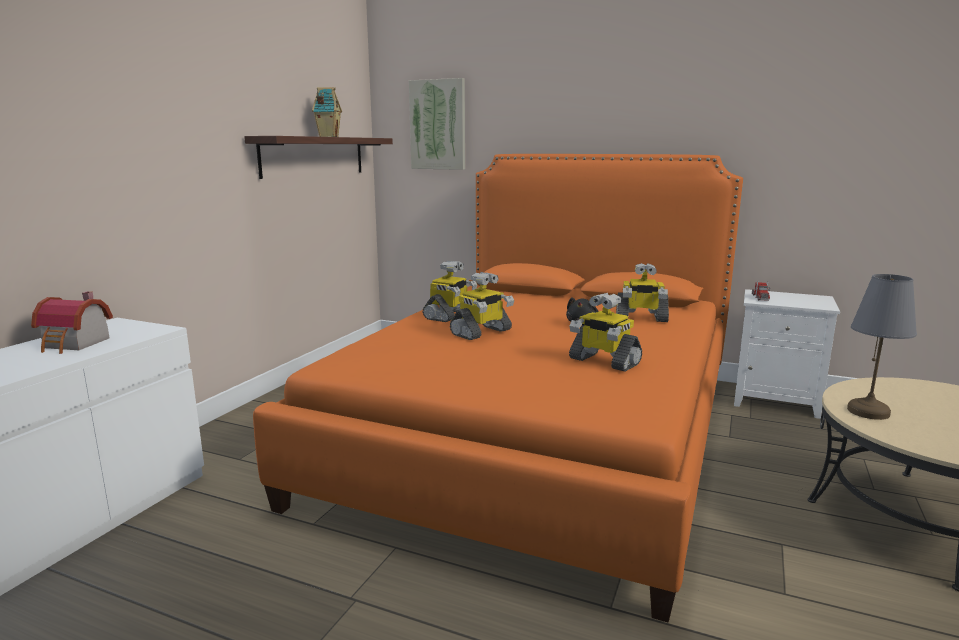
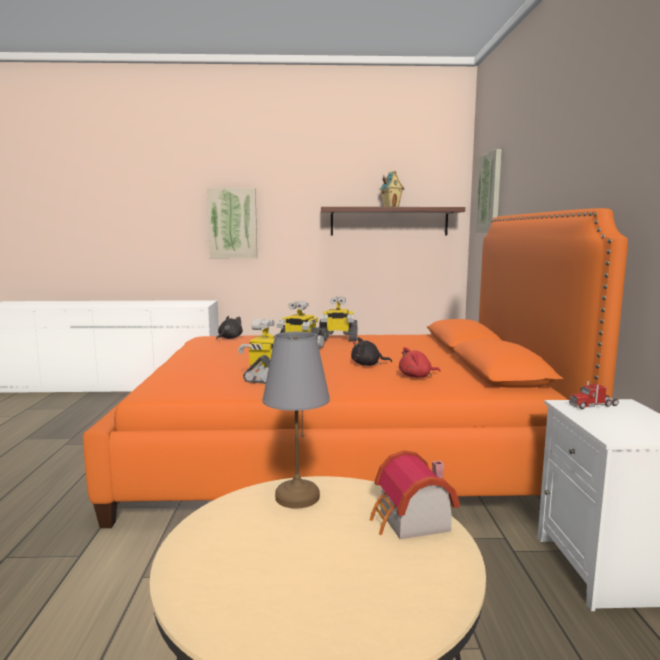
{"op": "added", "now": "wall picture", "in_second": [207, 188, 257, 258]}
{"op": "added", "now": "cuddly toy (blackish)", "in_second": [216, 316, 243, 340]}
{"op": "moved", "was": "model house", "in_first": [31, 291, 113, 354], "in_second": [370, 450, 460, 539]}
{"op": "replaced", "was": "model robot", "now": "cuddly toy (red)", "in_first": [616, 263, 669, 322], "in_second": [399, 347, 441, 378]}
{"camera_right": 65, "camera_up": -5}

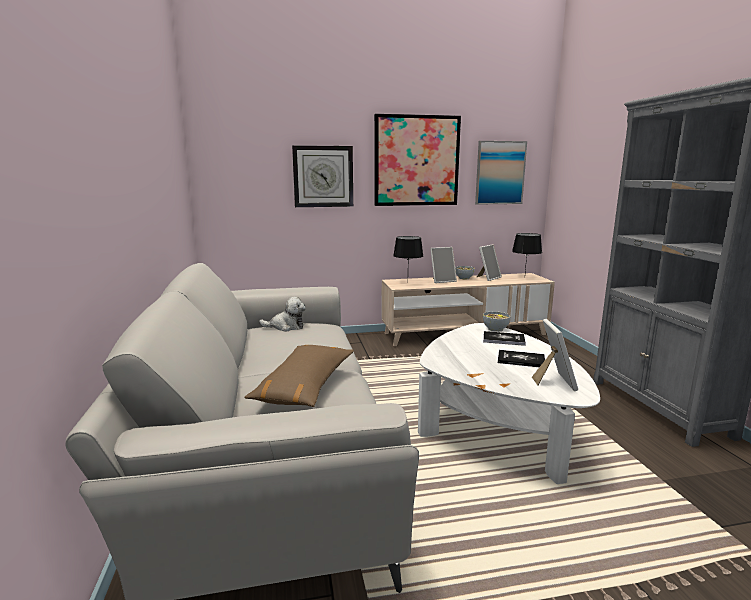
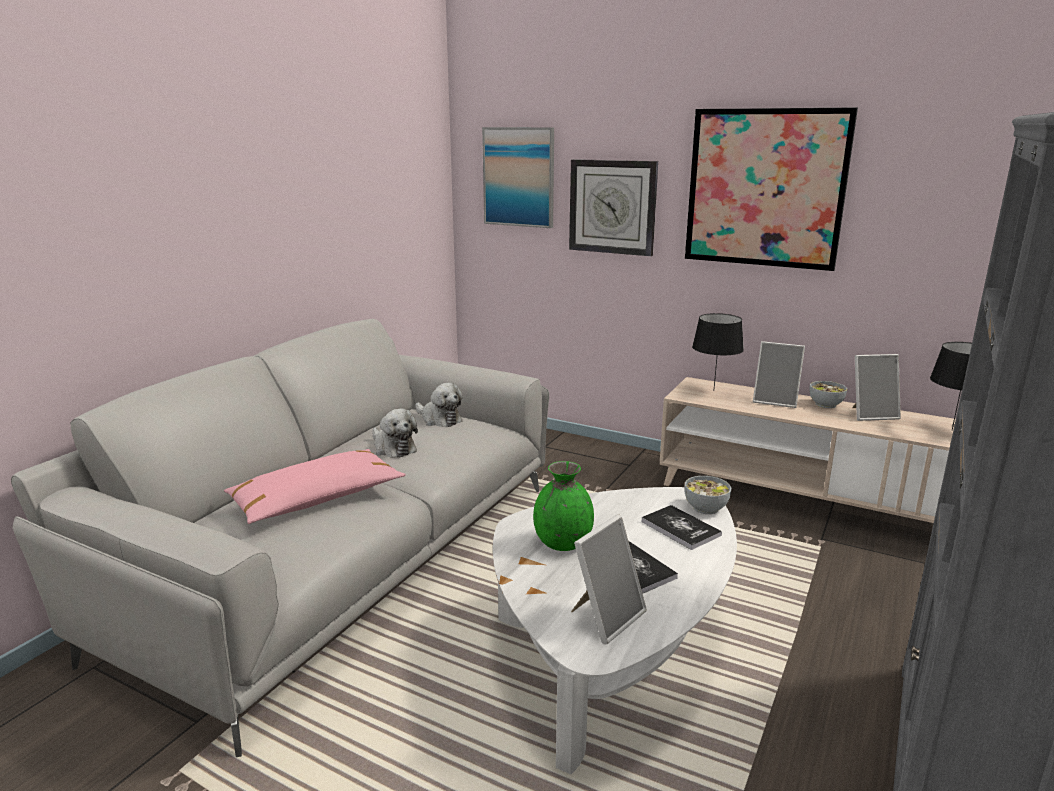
{"op": "added", "now": "cuddly toy", "in_second": [372, 408, 418, 458]}
{"op": "added", "now": "vase (green-coloured)", "in_second": [533, 461, 594, 551]}
{"op": "moved", "was": "wall picture", "in_first": [475, 141, 527, 205], "in_second": [482, 127, 554, 228]}
{"op": "recoloured", "was": "throw pillow (brownish)", "now": "throw pillow (pink-coloured)", "in_first": [244, 345, 354, 407], "in_second": [224, 449, 405, 524]}
{"camera_right": 40, "camera_up": 5}

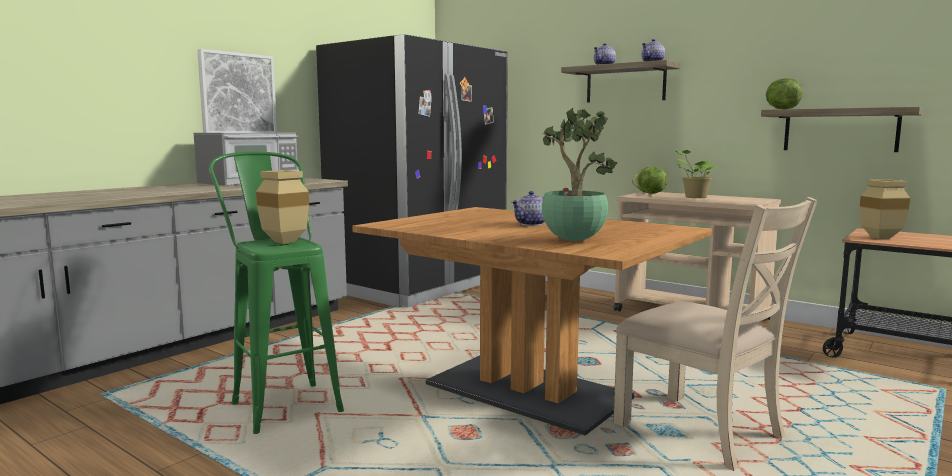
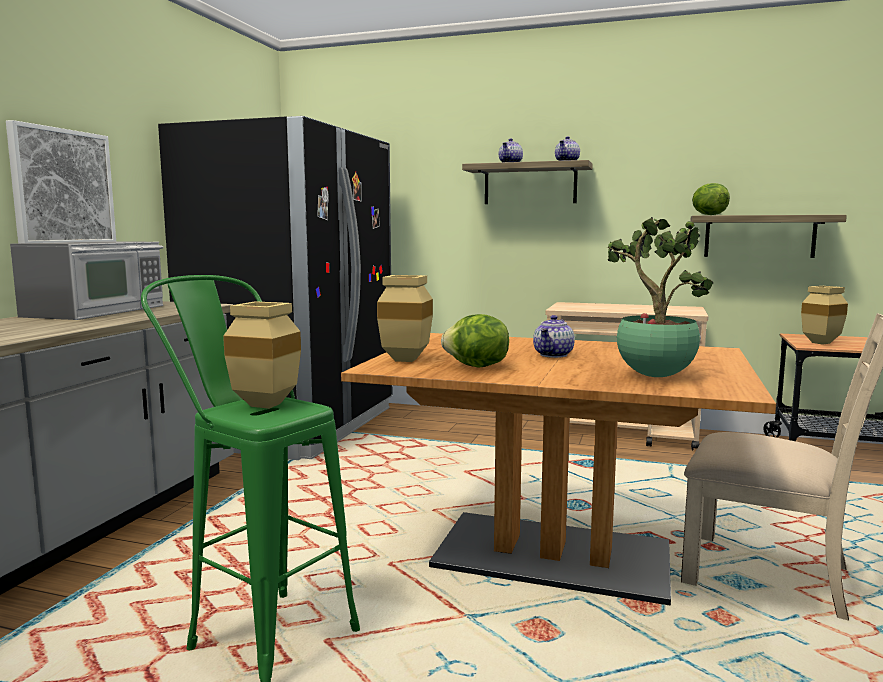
{"op": "removed", "was": "plant in a pot", "in_first": [675, 150, 717, 198]}
{"op": "added", "now": "vase (beige-coloured)", "in_second": [377, 275, 433, 362]}
{"op": "moved", "was": "lettuce", "in_first": [632, 167, 667, 194], "in_second": [441, 314, 509, 368]}
{"camera_right": -20, "camera_up": 0}

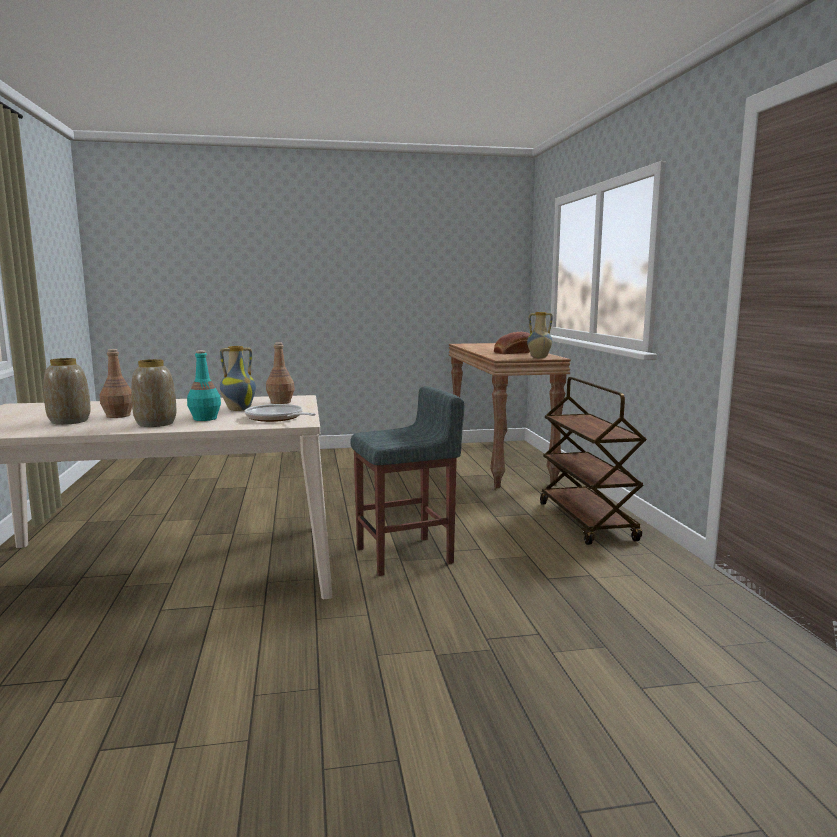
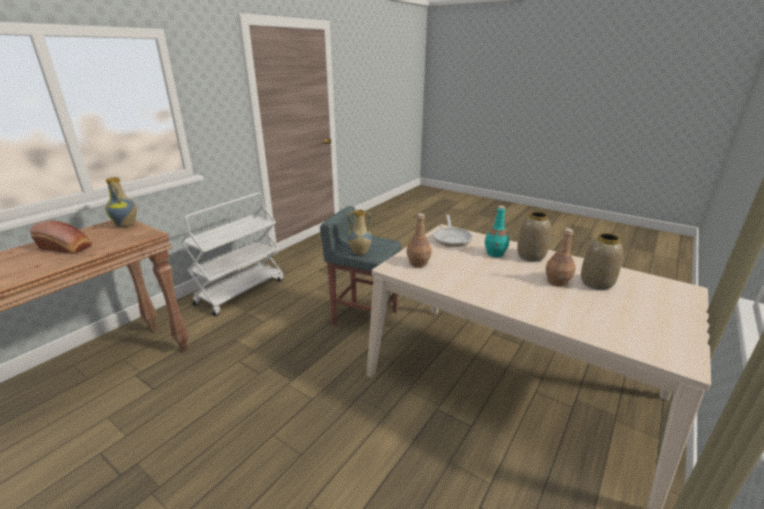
{"op": "moved", "was": "vase", "in_first": [220, 346, 256, 411], "in_second": [348, 210, 372, 255]}
{"op": "recoloured", "was": "trolley (brownish)", "now": "trolley (white)", "in_first": [540, 377, 647, 545], "in_second": [181, 192, 283, 316]}
{"camera_right": -135, "camera_up": 15}

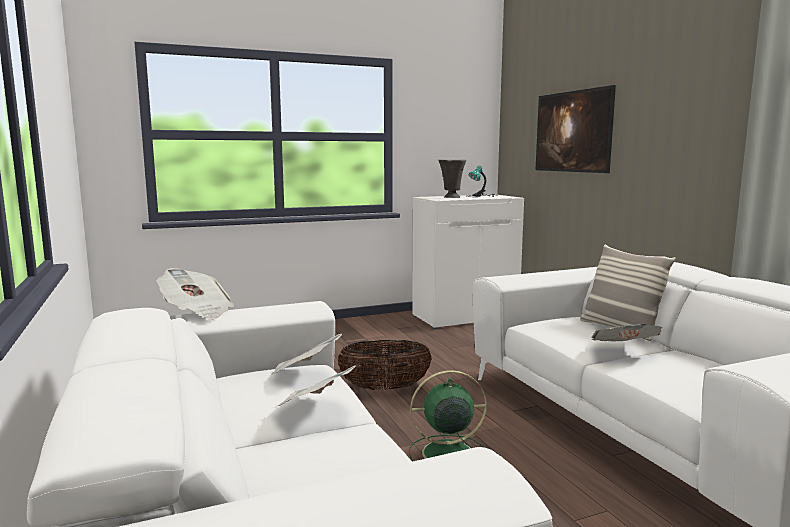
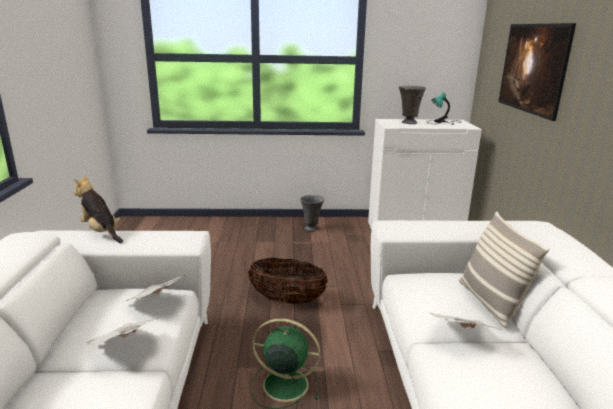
{"op": "added", "now": "vase (greyish)", "in_second": [300, 195, 324, 231]}
{"op": "replaced", "was": "daily paper", "now": "cuddly toy", "in_first": [156, 268, 234, 320], "in_second": [73, 176, 123, 243]}
{"camera_right": 20, "camera_up": 10}

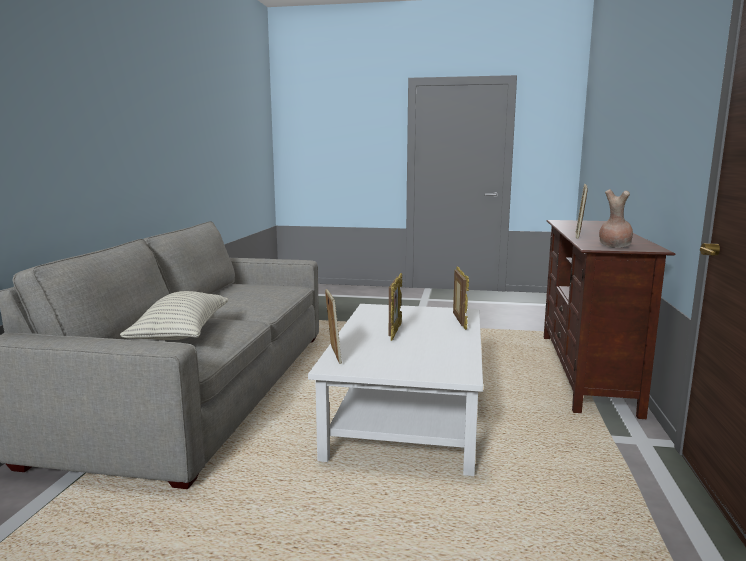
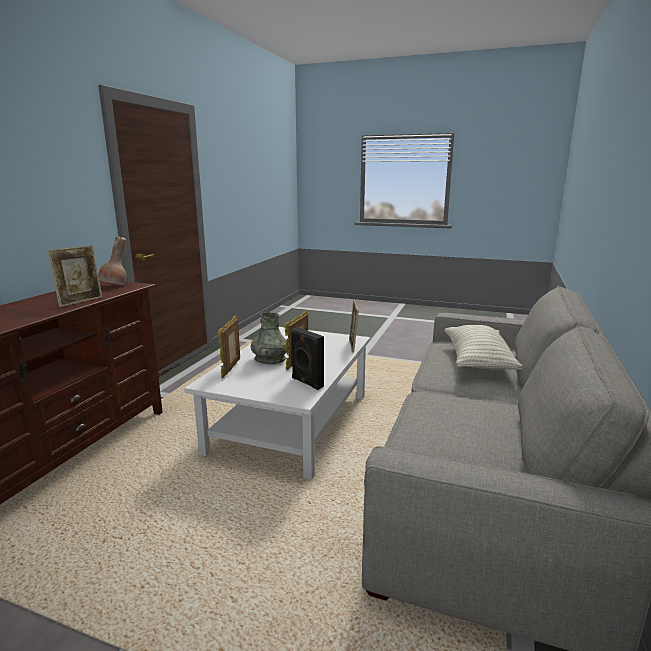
{"op": "added", "now": "vase (greyish)", "in_second": [251, 312, 287, 364]}
{"op": "added", "now": "audio speaker (blackish)", "in_second": [291, 327, 324, 390]}
{"camera_right": -170, "camera_up": 5}

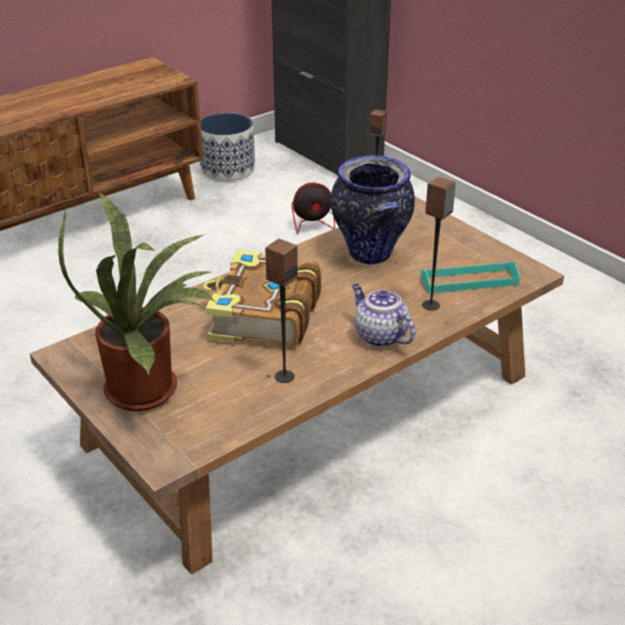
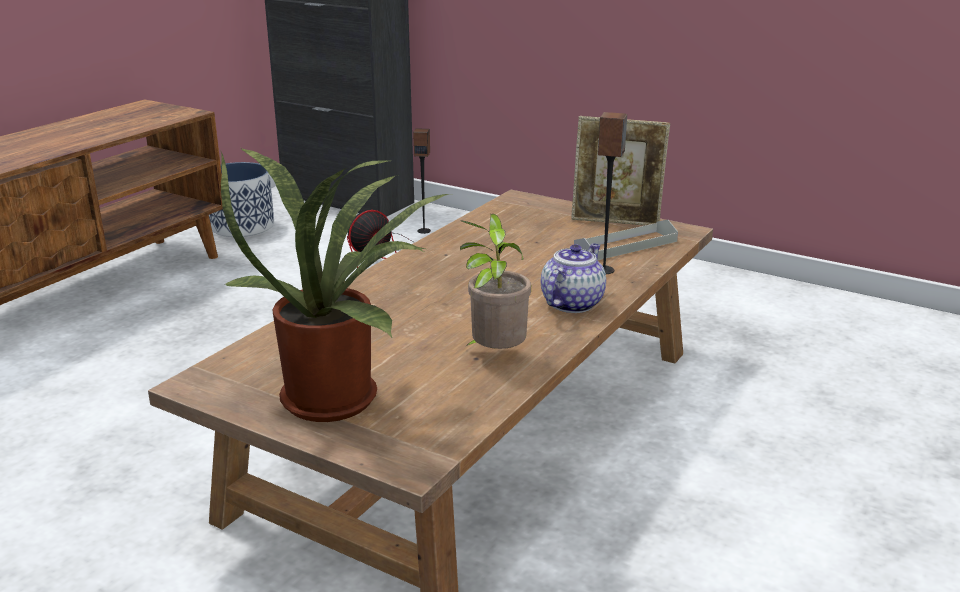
{"op": "removed", "was": "book", "in_first": [203, 250, 321, 349]}
{"op": "removed", "was": "vase", "in_first": [330, 155, 415, 265]}
{"op": "added", "now": "picture frame", "in_second": [571, 116, 670, 226]}
{"op": "replaced", "was": "audio speaker", "now": "plant in a pot", "in_first": [265, 239, 298, 383], "in_second": [460, 214, 531, 349]}
{"op": "recoloured", "was": "serving tray (blue-green)", "now": "serving tray (greyish)", "in_first": [421, 261, 520, 294], "in_second": [574, 220, 678, 260]}
{"op": "turned", "was": "teapot", "in_first": [352, 284, 416, 347], "in_second": [541, 244, 606, 313], "clockwise": 90}
{"camera_right": -20, "camera_up": -10}

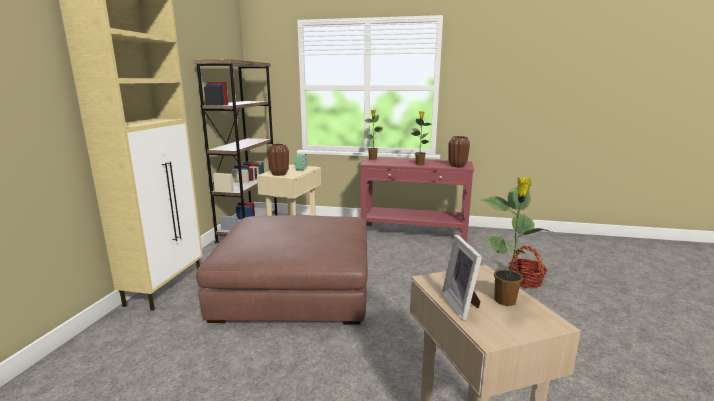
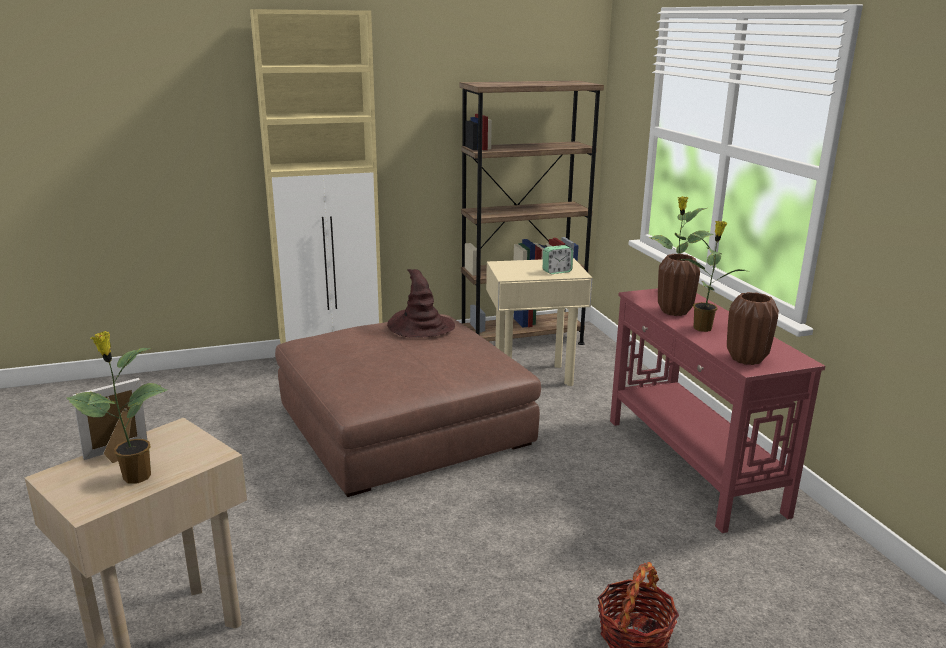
{"op": "added", "now": "wearable hat (brownish)", "in_second": [387, 269, 455, 338]}
{"op": "moved", "was": "vase (brownish)", "in_first": [267, 144, 289, 176], "in_second": [658, 254, 700, 316]}
{"camera_right": 60, "camera_up": 5}

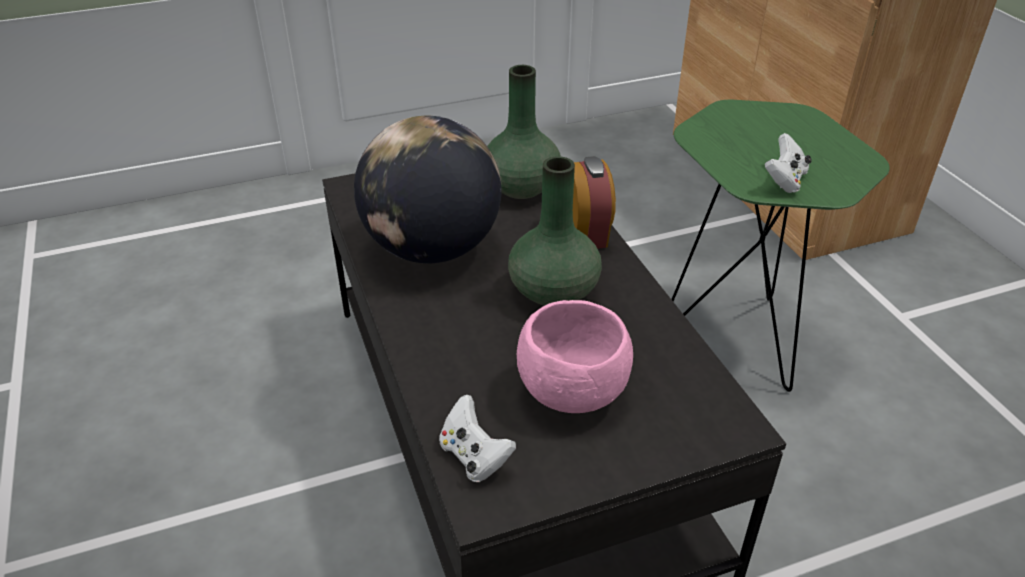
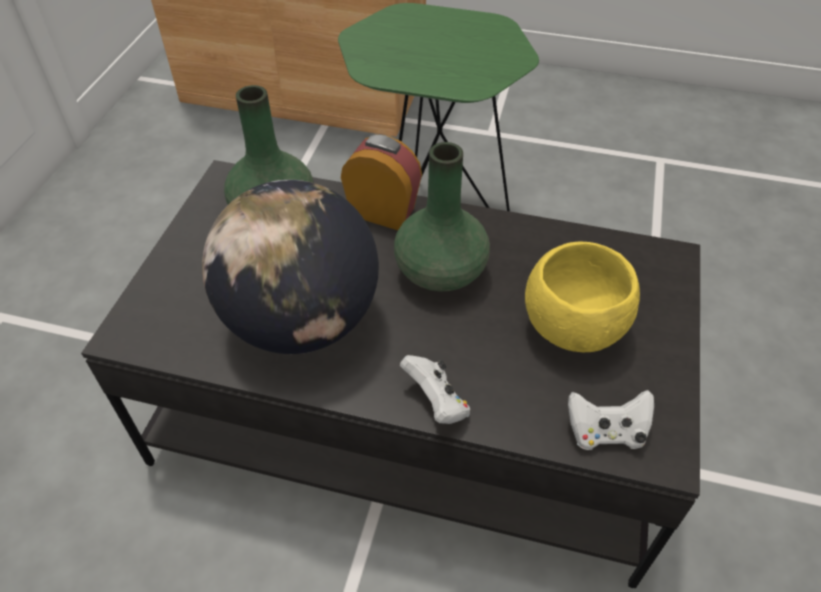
{"op": "moved", "was": "joypad (white)", "in_first": [765, 133, 812, 193], "in_second": [400, 355, 470, 424]}
{"op": "recoloured", "was": "serving bowl (pink-coloured)", "now": "serving bowl (yellowish)", "in_first": [517, 300, 633, 413], "in_second": [525, 241, 640, 352]}
{"camera_right": -55, "camera_up": 10}

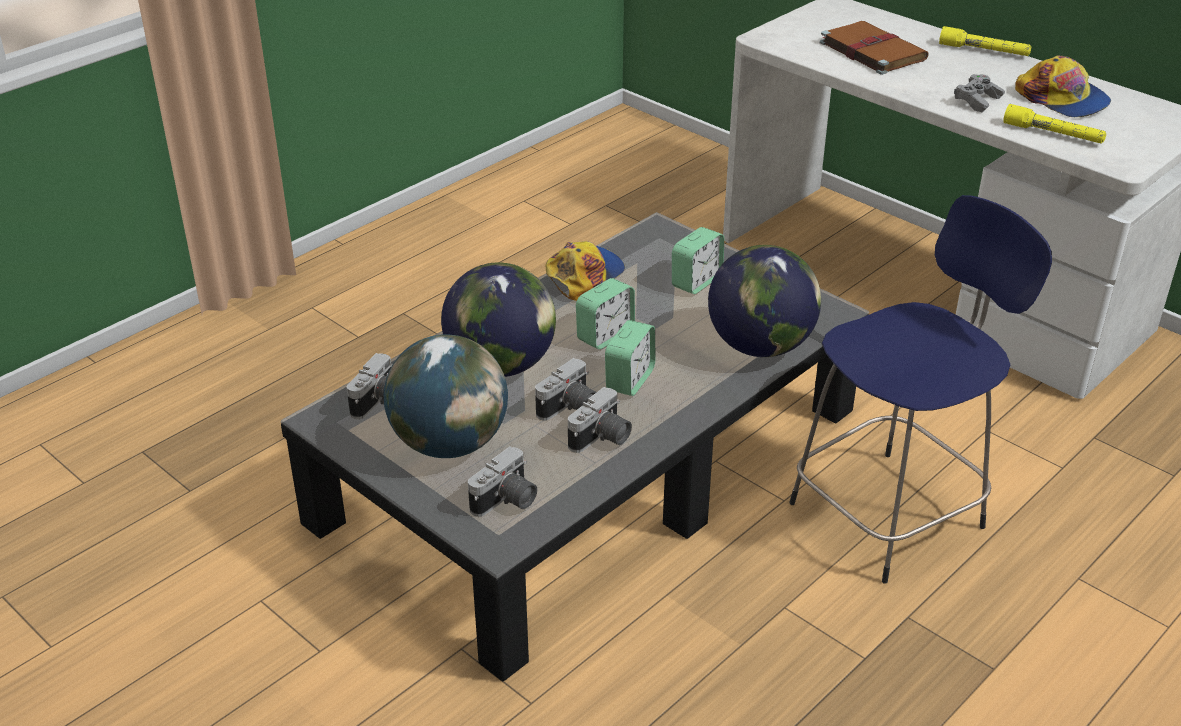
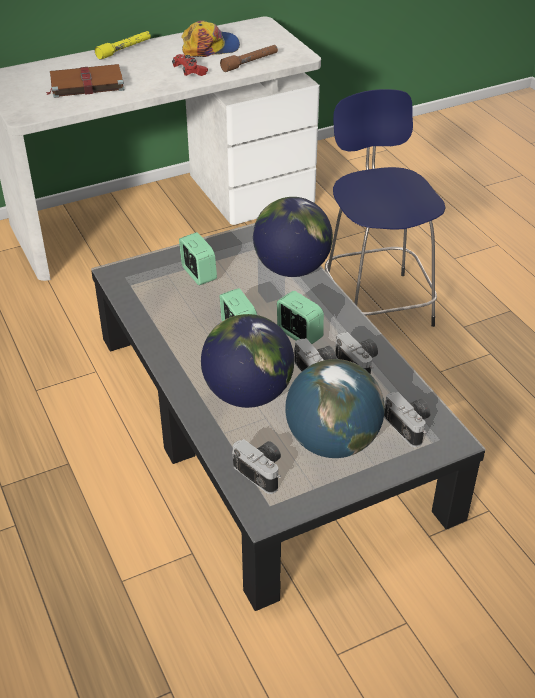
{"op": "removed", "was": "peaked cap", "in_first": [545, 241, 625, 301]}
{"op": "recoloured", "was": "joypad (greyish)", "now": "joypad (red)", "in_first": [954, 74, 1005, 112], "in_second": [172, 54, 208, 76]}
{"op": "recoloured", "was": "torch (yellowish)", "now": "torch (brownish)", "in_first": [1003, 104, 1106, 144], "in_second": [220, 45, 278, 72]}
{"camera_right": -70, "camera_up": 5}

